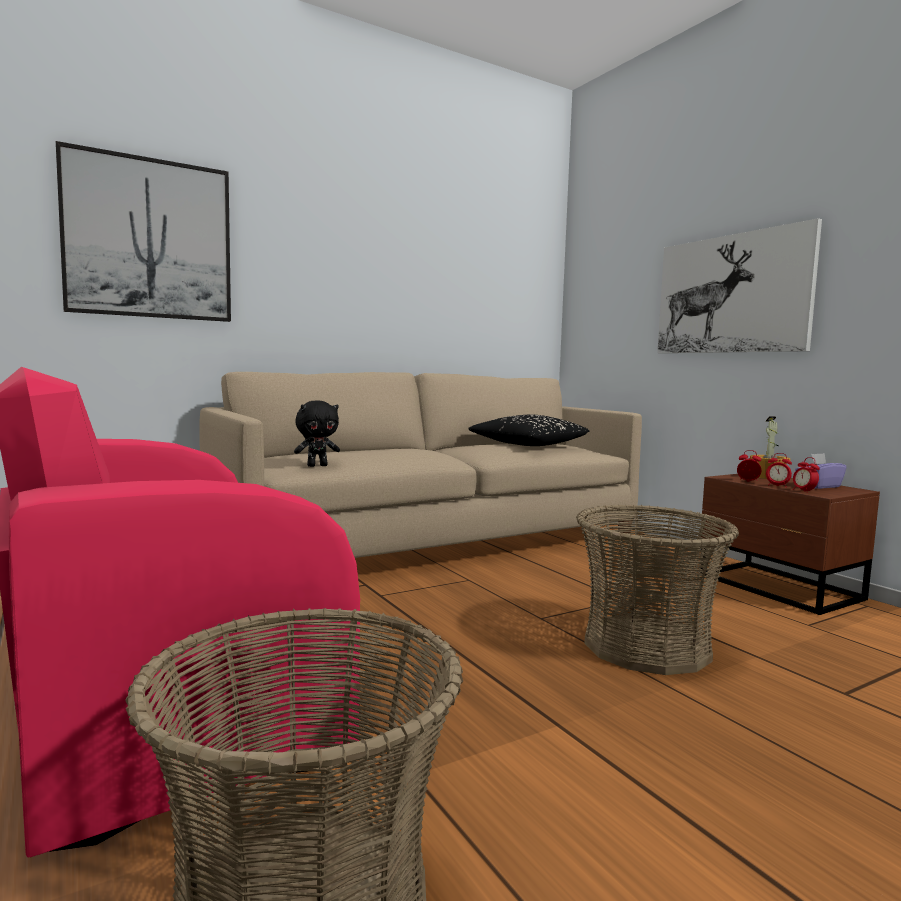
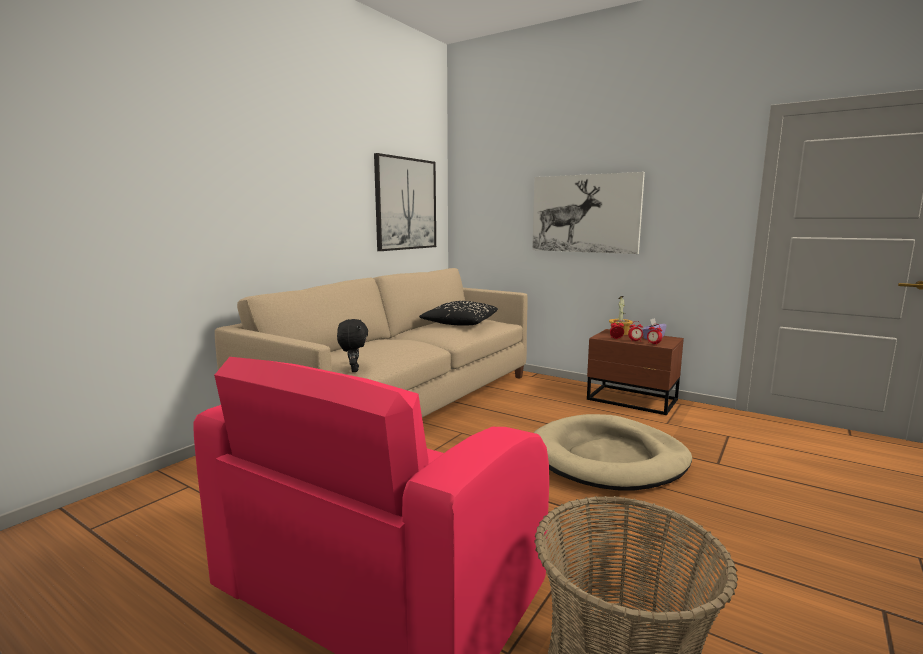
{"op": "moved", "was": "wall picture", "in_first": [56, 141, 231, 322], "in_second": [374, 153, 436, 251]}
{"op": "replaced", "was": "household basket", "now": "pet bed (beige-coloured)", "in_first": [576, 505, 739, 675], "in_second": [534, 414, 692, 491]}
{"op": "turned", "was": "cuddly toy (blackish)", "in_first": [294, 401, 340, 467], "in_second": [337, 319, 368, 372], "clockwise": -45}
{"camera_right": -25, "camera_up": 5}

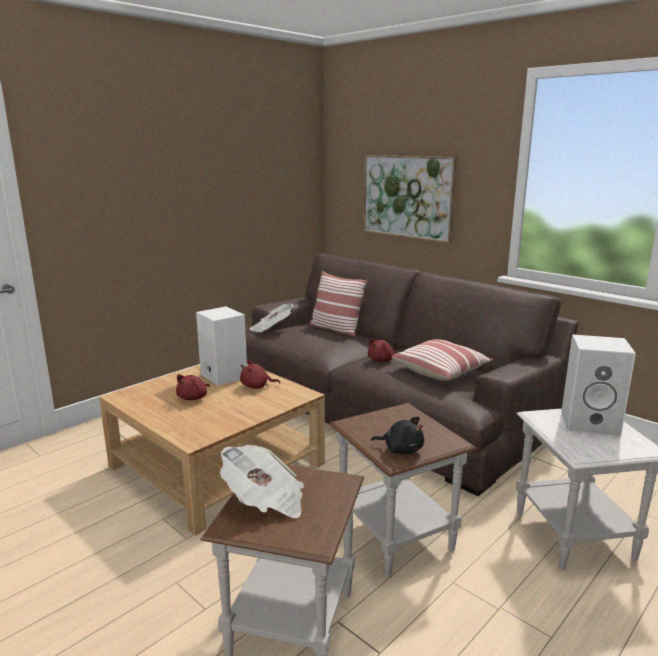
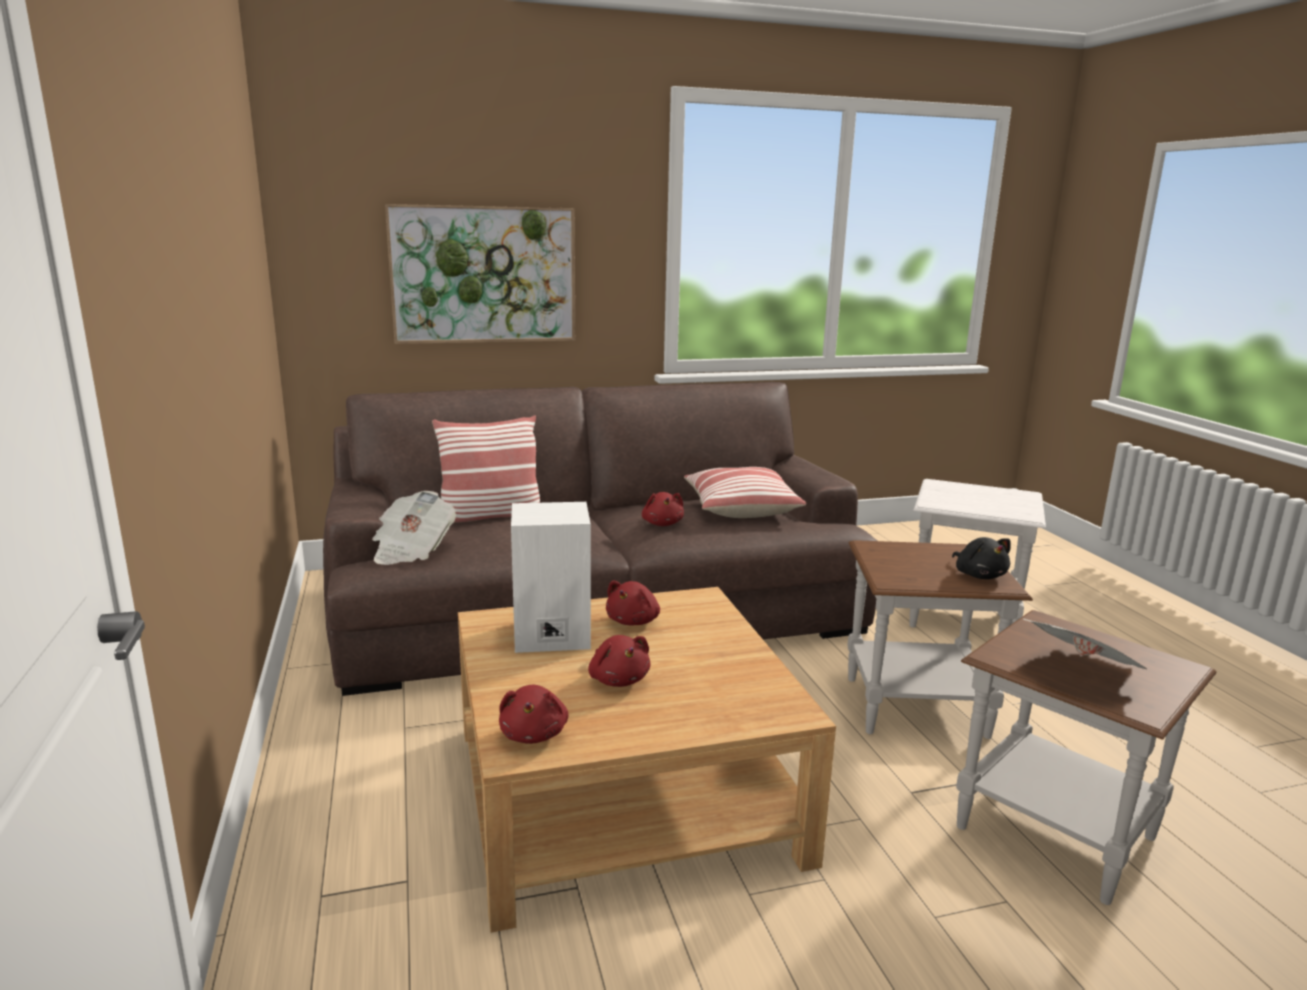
{"op": "removed", "was": "audio speaker (white)", "in_first": [561, 334, 636, 437]}
{"op": "added", "now": "cuddly toy (red)", "in_second": [499, 684, 569, 744]}
{"op": "turned", "was": "cuddly toy (blackish)", "in_first": [371, 416, 424, 454], "in_second": [952, 537, 1011, 579], "clockwise": 105}
{"camera_right": -60, "camera_up": 0}

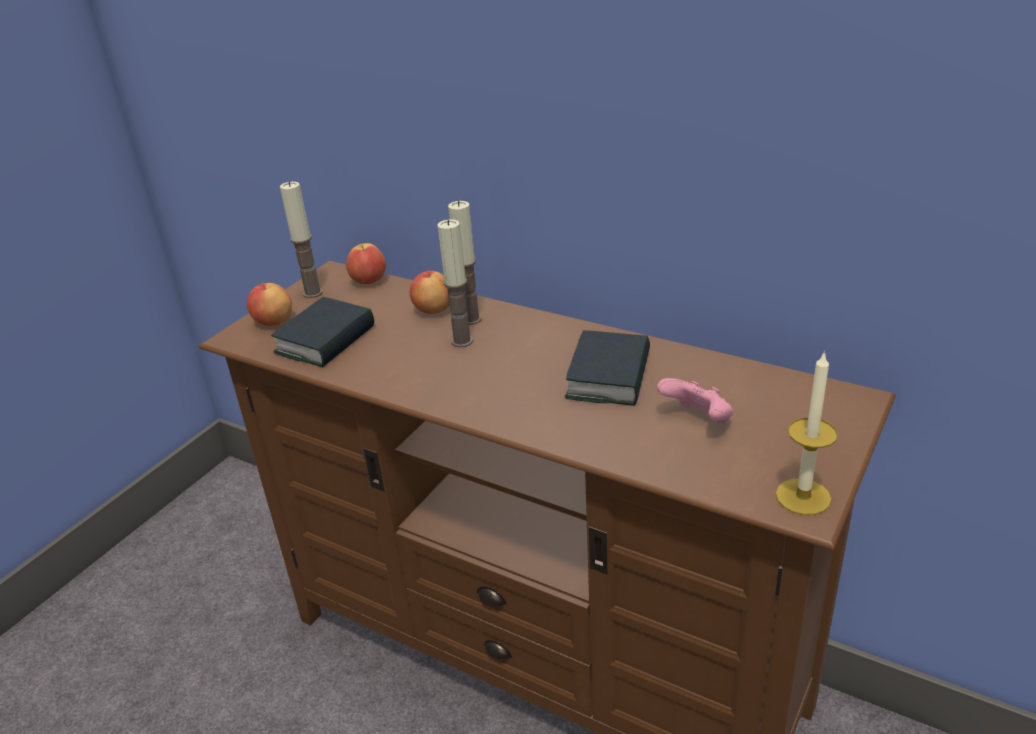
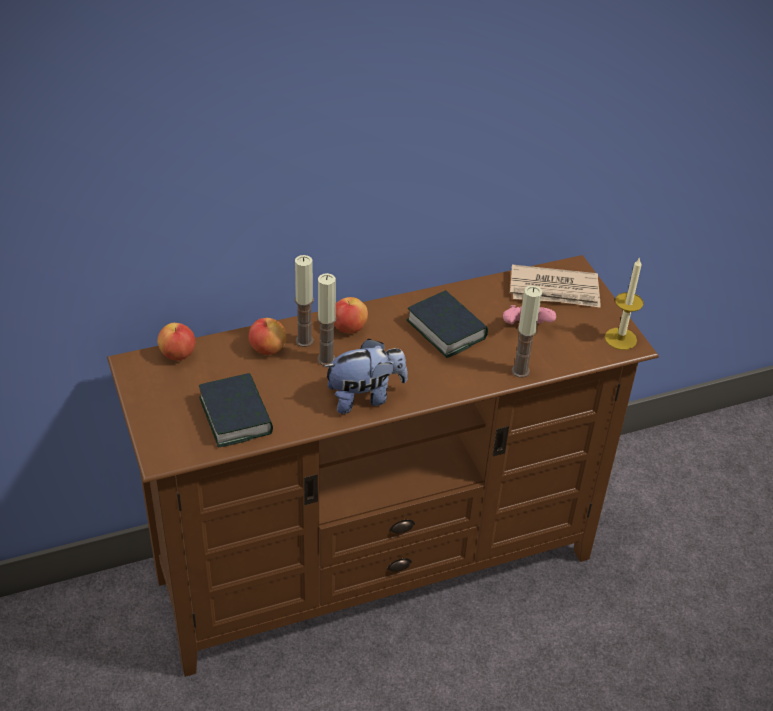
{"op": "added", "now": "cuddly toy", "in_second": [323, 339, 408, 414]}
{"op": "added", "now": "daily paper", "in_second": [510, 265, 600, 307]}
{"op": "moved", "was": "apple fruit", "in_first": [247, 283, 292, 326], "in_second": [334, 297, 368, 333]}
{"op": "moved", "was": "wax candle", "in_first": [280, 181, 323, 298], "in_second": [512, 285, 542, 378]}
{"camera_right": -55, "camera_up": 10}

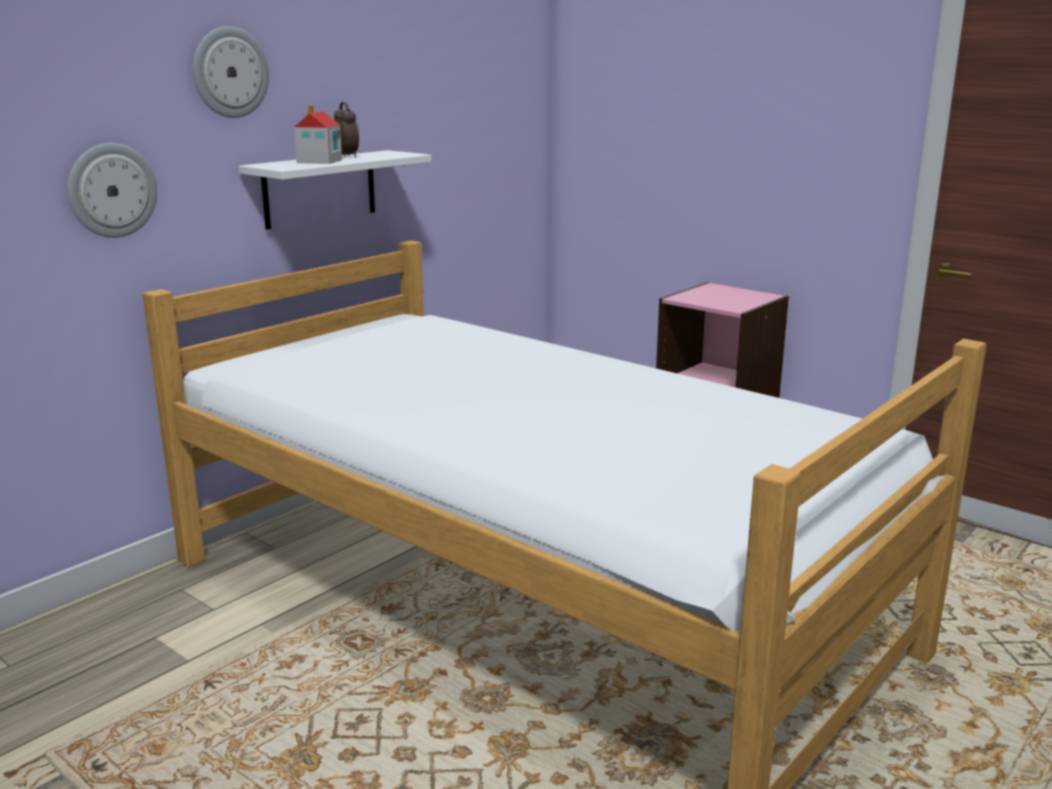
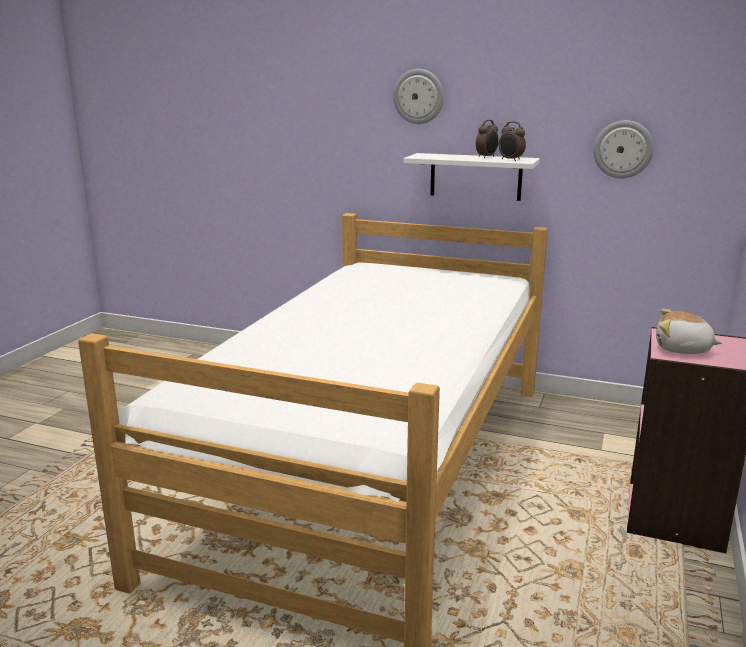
{"op": "removed", "was": "model house", "in_first": [294, 104, 342, 164]}
{"op": "added", "now": "bedside clock", "in_second": [499, 121, 526, 161]}
{"op": "added", "now": "cuddly toy", "in_second": [656, 309, 723, 354]}
{"op": "moved", "was": "wall clock", "in_first": [67, 143, 157, 238], "in_second": [593, 120, 654, 178]}
{"camera_right": 70, "camera_up": 0}

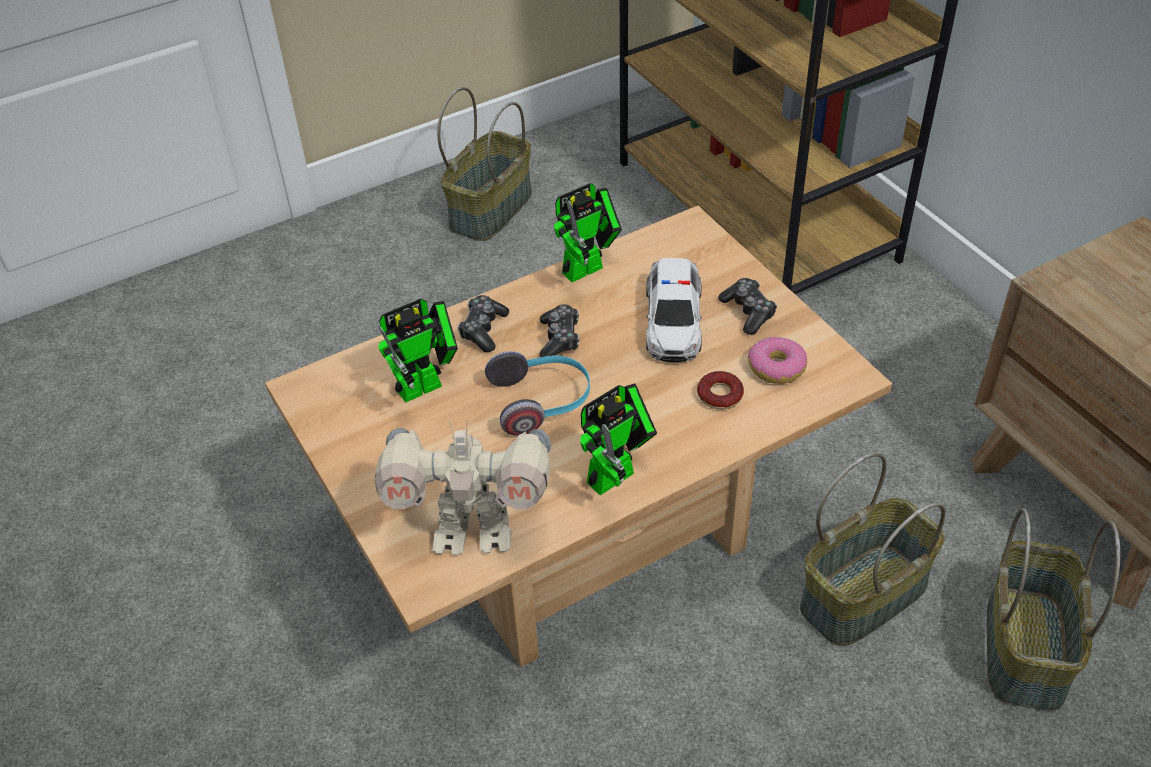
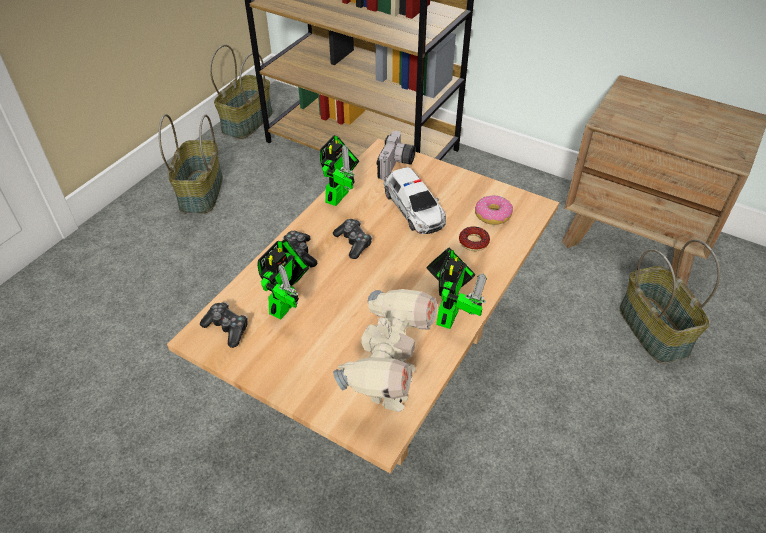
{"op": "removed", "was": "pair of headphones", "in_first": [485, 351, 590, 436]}
{"op": "added", "now": "still camera", "in_second": [377, 131, 415, 180]}
{"op": "moved", "was": "joypad", "in_first": [718, 278, 777, 335], "in_second": [200, 302, 248, 348]}
{"op": "moved", "was": "household basket", "in_first": [800, 453, 946, 646], "in_second": [210, 45, 273, 139]}
{"op": "turned", "was": "model robot", "in_first": [375, 420, 551, 556], "in_second": [333, 289, 437, 412], "clockwise": -45}
{"camera_right": -30, "camera_up": 0}

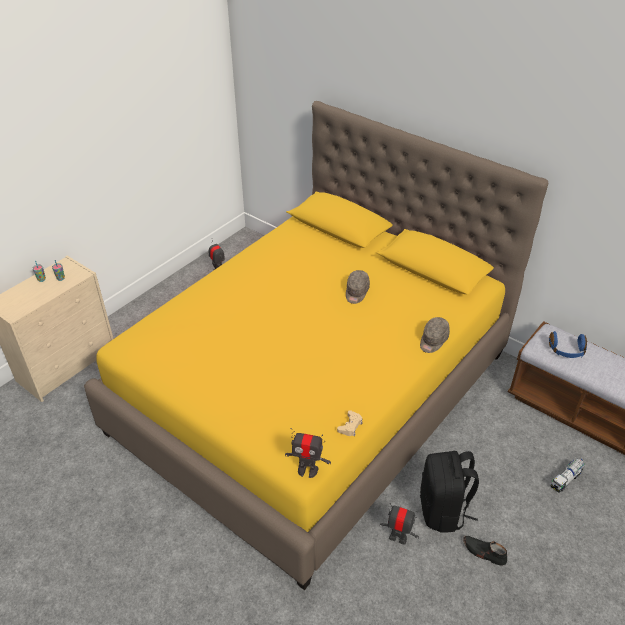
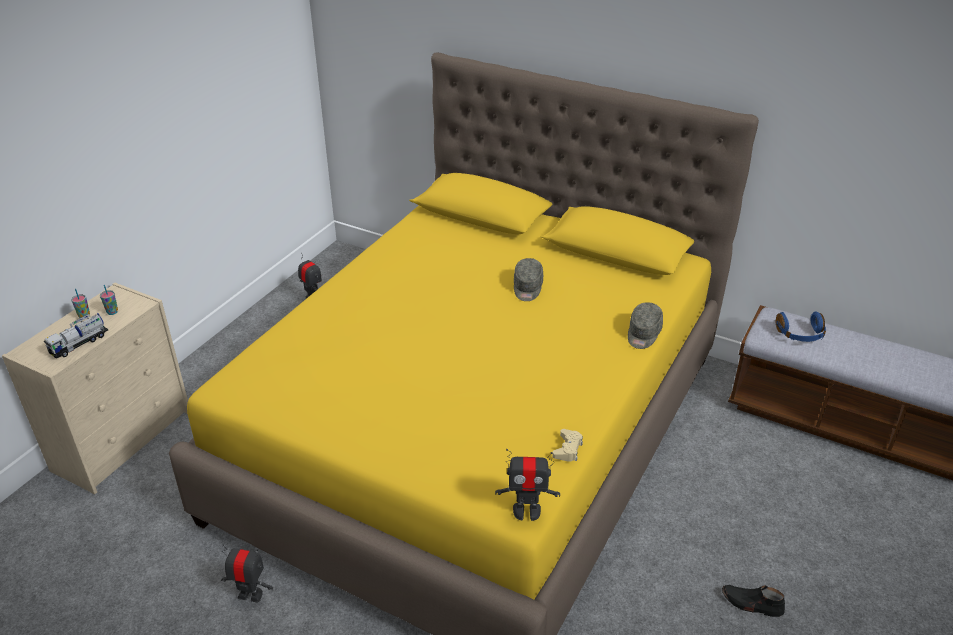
{"op": "removed", "was": "backpack (blackish)", "in_first": [420, 451, 479, 533]}
{"op": "moved", "was": "model robot", "in_first": [380, 503, 419, 545], "in_second": [221, 544, 273, 602]}
{"op": "moved", "was": "toy truck", "in_first": [550, 459, 585, 493], "in_second": [44, 313, 108, 359]}
{"camera_right": -10, "camera_up": -5}

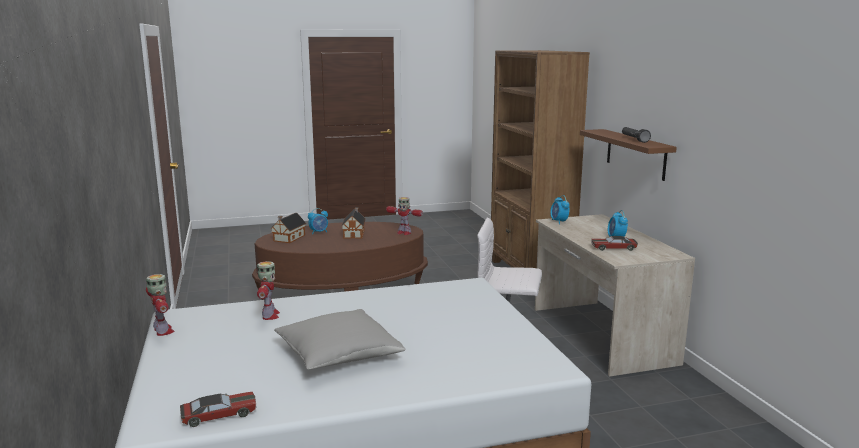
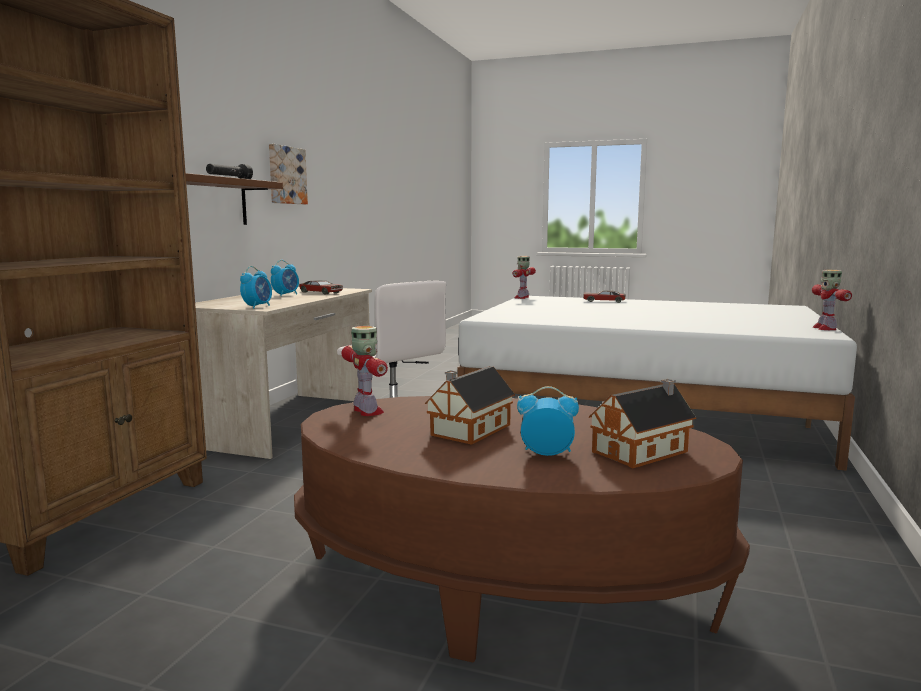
{"op": "removed", "was": "throw pillow (greyish)", "in_first": [274, 309, 406, 369]}
{"op": "added", "now": "wall picture", "in_second": [269, 144, 308, 204]}
{"op": "moved", "was": "toy car", "in_first": [180, 392, 256, 427], "in_second": [583, 290, 626, 303]}
{"op": "moved", "was": "model robot", "in_first": [257, 261, 280, 320], "in_second": [513, 256, 536, 299]}
{"camera_right": -145, "camera_up": -5}

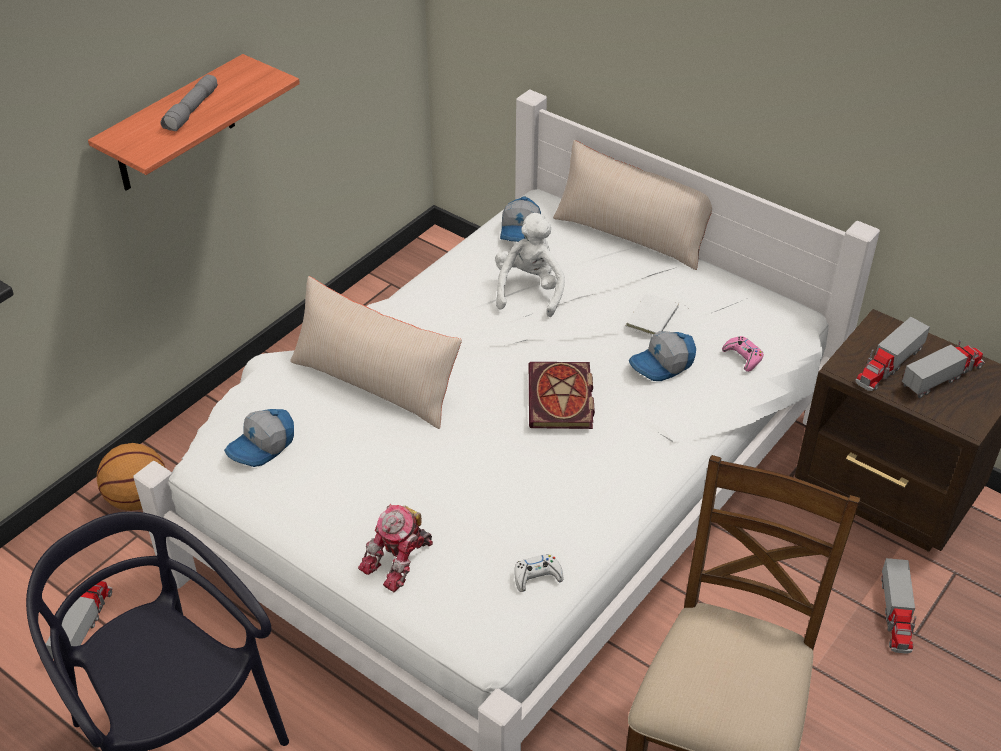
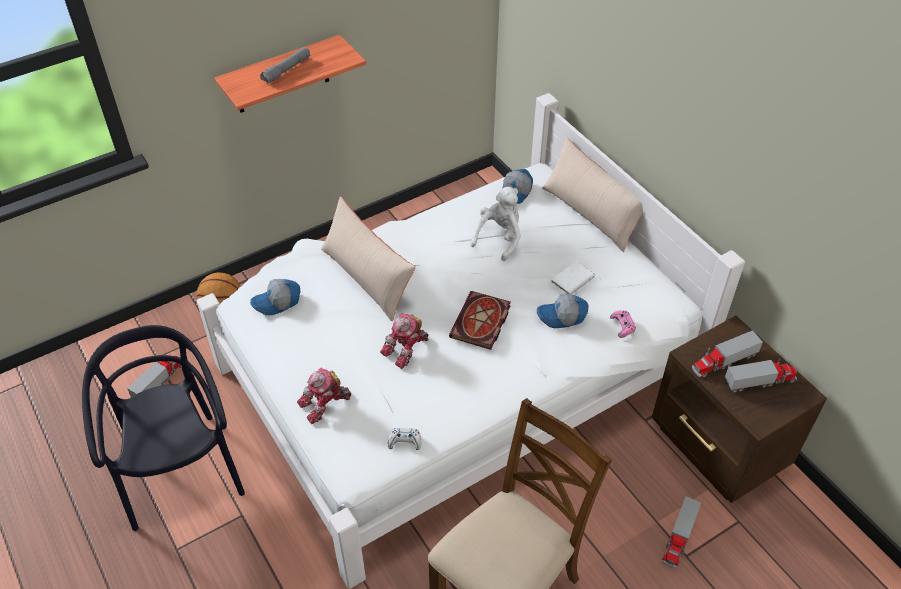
{"op": "added", "now": "model robot", "in_second": [380, 313, 429, 369]}
{"camera_right": 20, "camera_up": 5}

